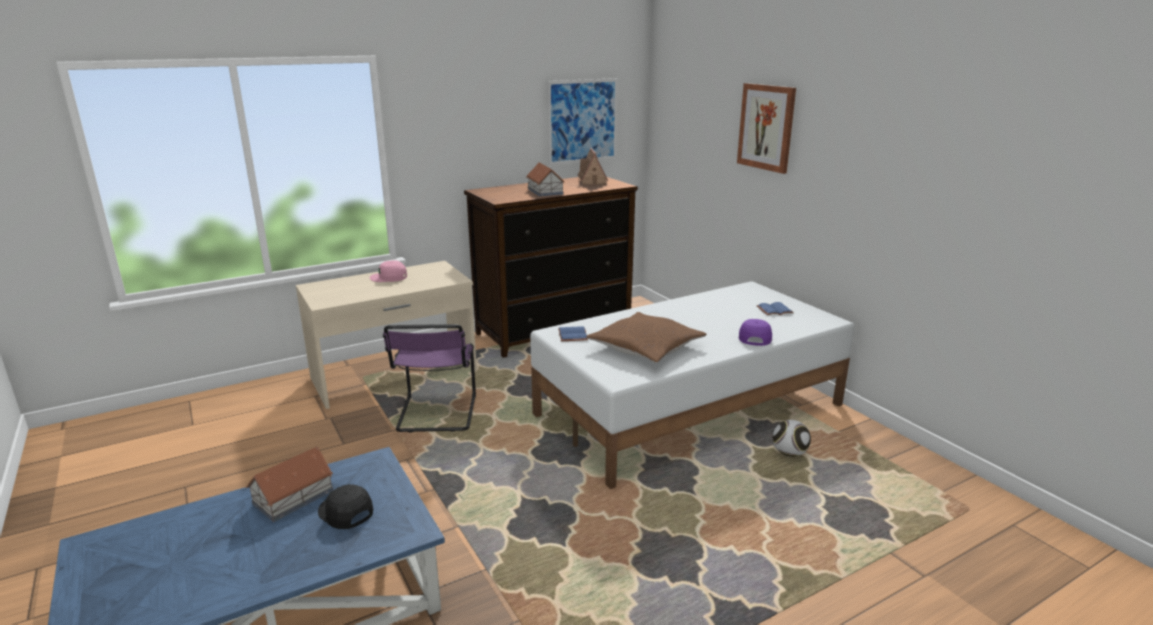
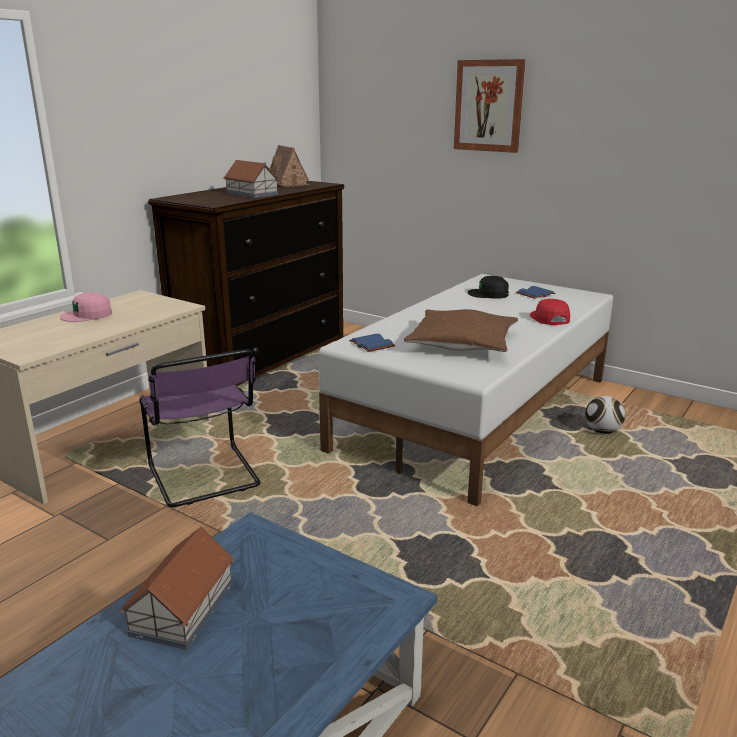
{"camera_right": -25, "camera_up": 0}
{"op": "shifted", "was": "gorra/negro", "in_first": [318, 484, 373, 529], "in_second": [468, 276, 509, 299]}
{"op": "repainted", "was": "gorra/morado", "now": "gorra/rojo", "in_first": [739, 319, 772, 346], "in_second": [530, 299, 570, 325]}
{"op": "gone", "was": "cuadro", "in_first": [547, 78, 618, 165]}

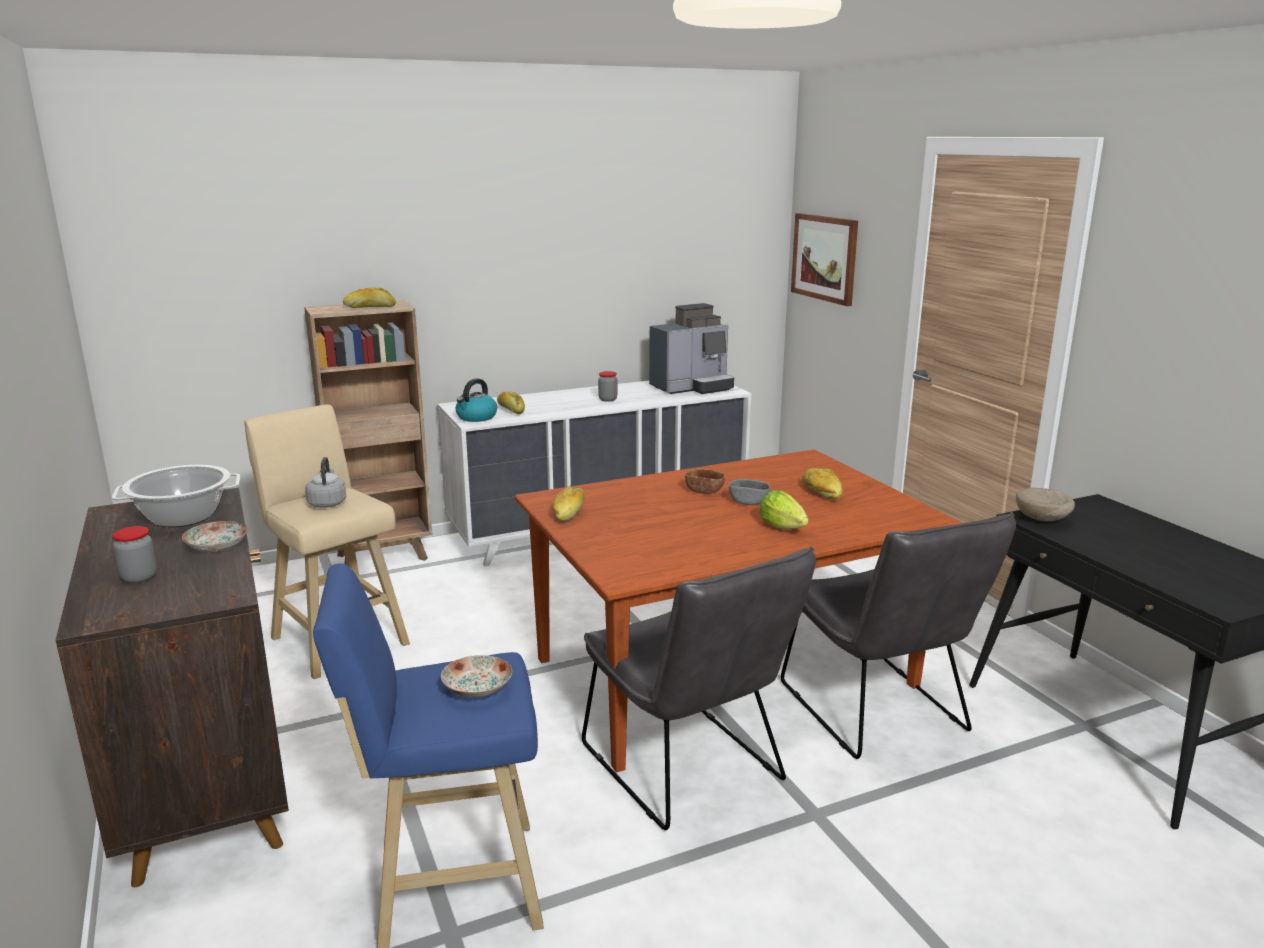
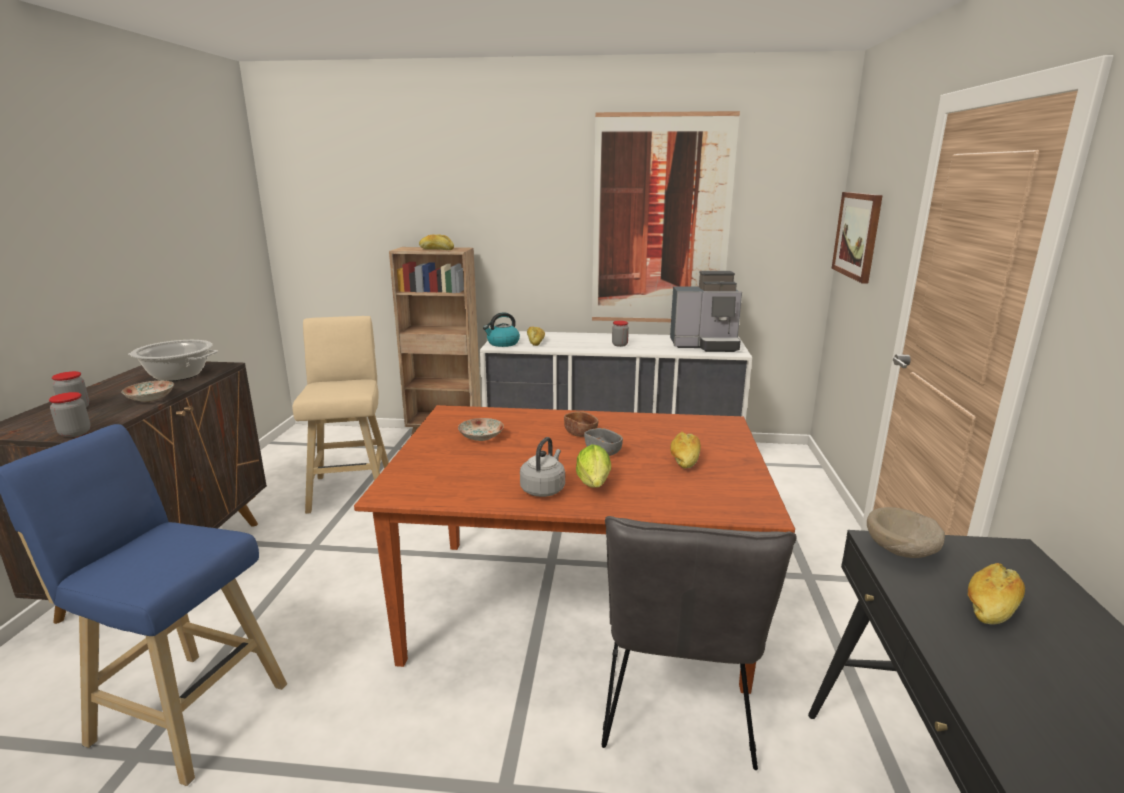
{"camera_right": 30, "camera_up": 0}
{"op": "new", "now": "tarro", "in_second": [49, 392, 91, 437]}
{"op": "shifted", "was": "plato", "in_first": [441, 655, 512, 698], "in_second": [458, 418, 504, 441]}
{"op": "shifted", "was": "hervidor/gris", "in_first": [305, 457, 346, 508], "in_second": [520, 437, 565, 497]}
{"op": "new", "now": "cuadro", "in_second": [592, 111, 740, 322]}
{"op": "shifted", "was": "pan", "in_first": [552, 485, 585, 521], "in_second": [967, 563, 1025, 625]}
{"op": "gone", "was": "silla/gris", "in_first": [582, 546, 816, 830]}

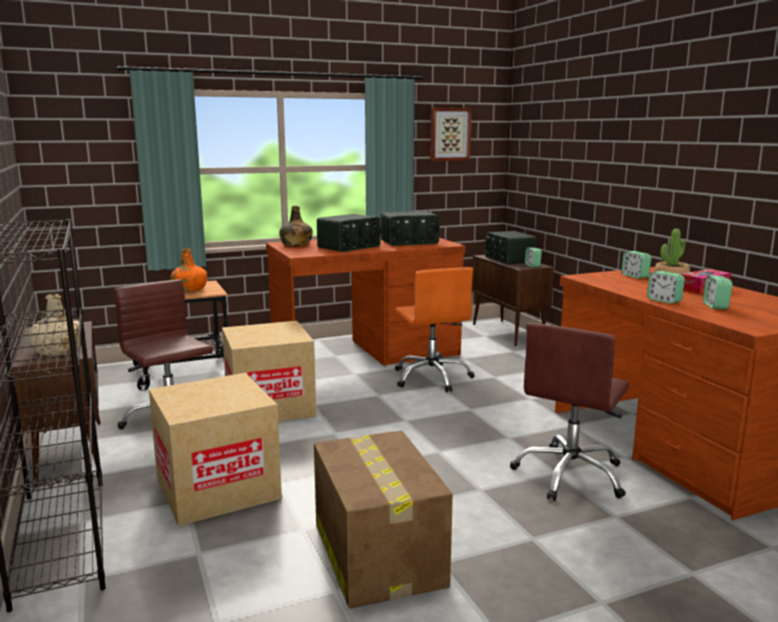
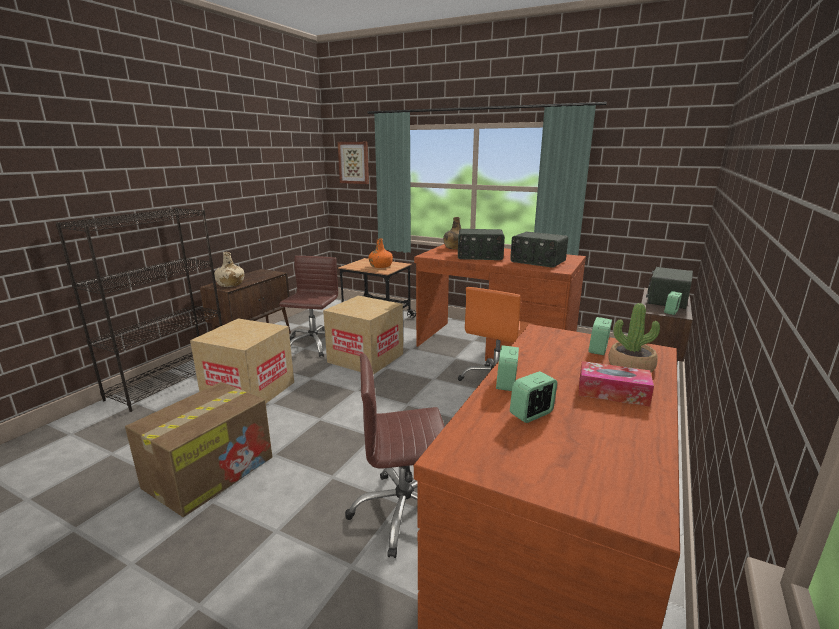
{"camera_right": 50, "camera_up": 5}
{"op": "shifted", "was": "cuadro", "in_first": [430, 107, 472, 161], "in_second": [338, 142, 369, 184]}

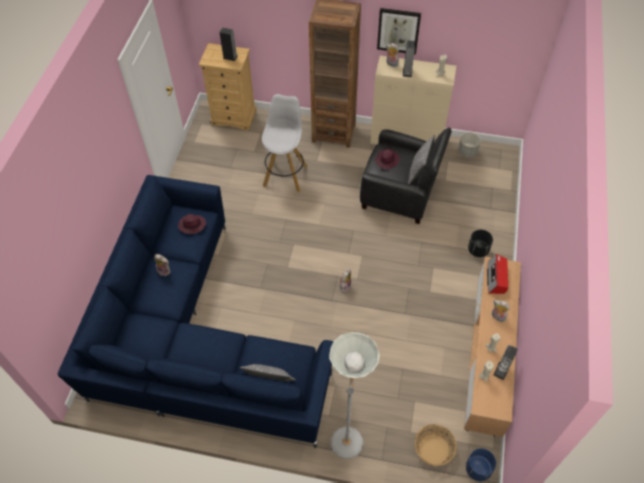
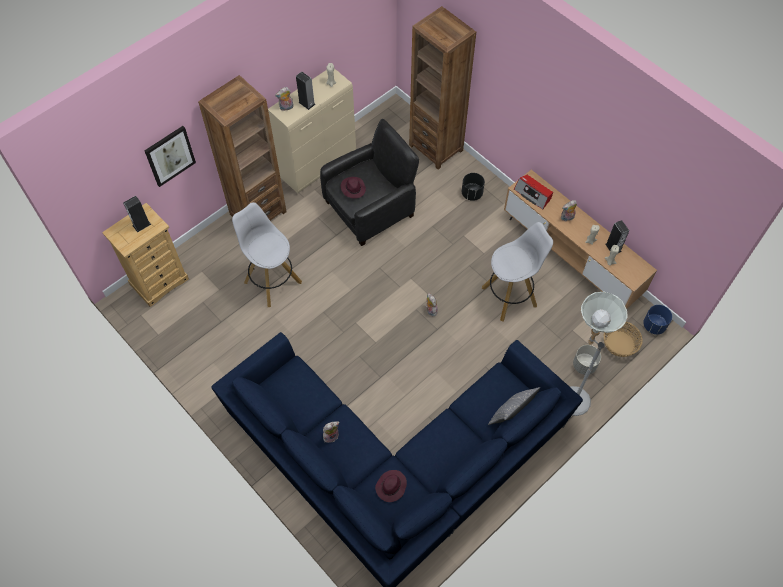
{"camera_right": -55, "camera_up": 5}
{"op": "shifted", "was": "cuadro", "in_first": [377, 8, 421, 54], "in_second": [144, 126, 196, 187]}
{"op": "shifted", "was": "sombrero/morado", "in_first": [178, 214, 206, 234], "in_second": [375, 470, 407, 502]}
{"op": "new", "now": "estantería/marrón", "in_second": [409, 6, 476, 169]}
{"op": "new", "now": "taburete/blanco", "in_second": [482, 222, 553, 322]}
{"op": "shifted", "was": "maceta/gris", "in_first": [458, 132, 481, 158], "in_second": [573, 345, 601, 375]}
{"op": "gone", "was": "cojín/gris", "in_first": [408, 135, 435, 184]}

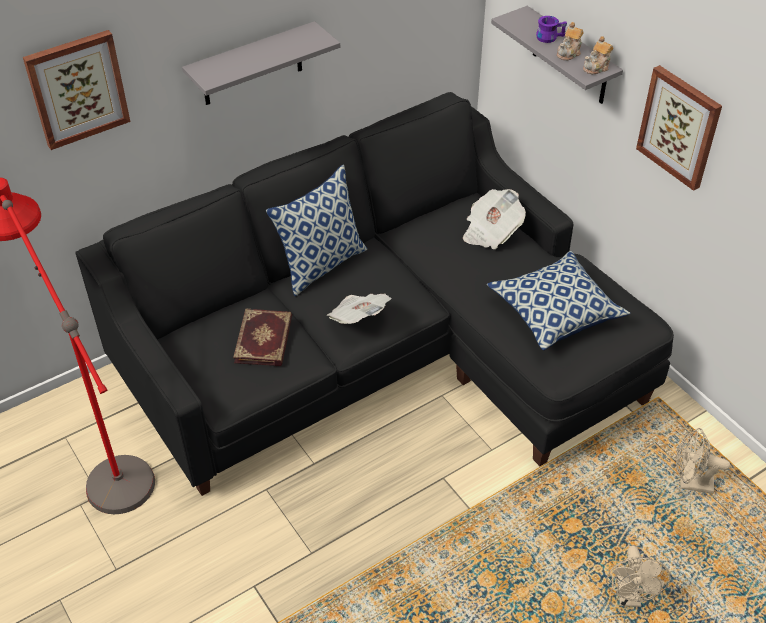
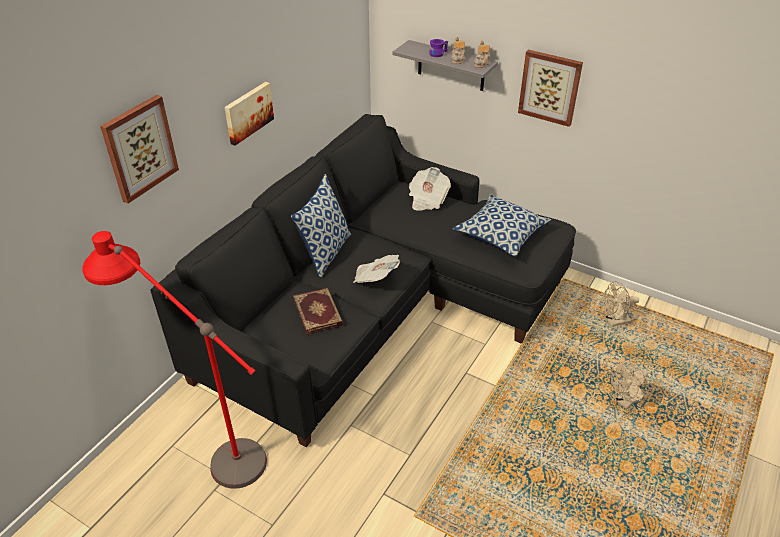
{"camera_right": -25, "camera_up": -5}
{"op": "swapped", "was": "estante/gris", "now": "cuadro", "in_first": [182, 21, 340, 105], "in_second": [224, 82, 274, 146]}
{"op": "rotated", "was": "ventilador/beis", "in_first": [606, 545, 671, 607], "in_second": [611, 361, 649, 409], "clockwise": 75}

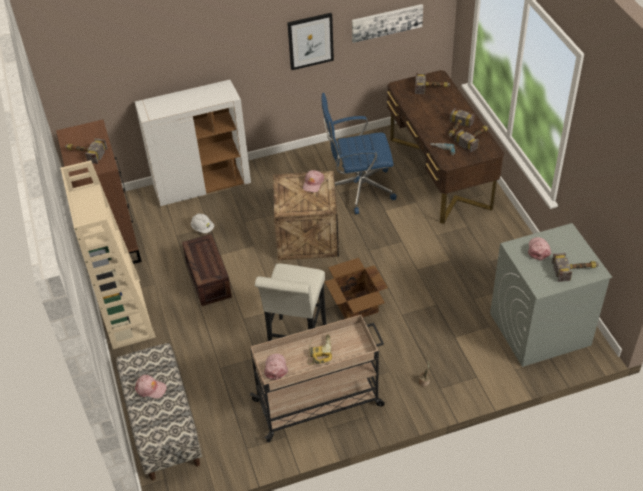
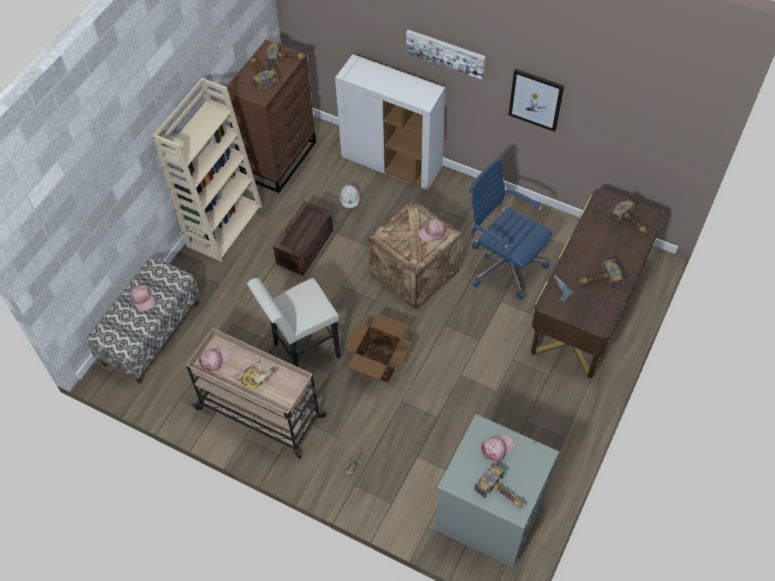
{"camera_right": 45, "camera_up": 10}
{"op": "shifted", "was": "martillo", "in_first": [454, 126, 488, 152], "in_second": [265, 42, 306, 67]}
{"op": "shifted", "was": "cuadro", "in_first": [352, 4, 423, 43], "in_second": [406, 30, 486, 80]}

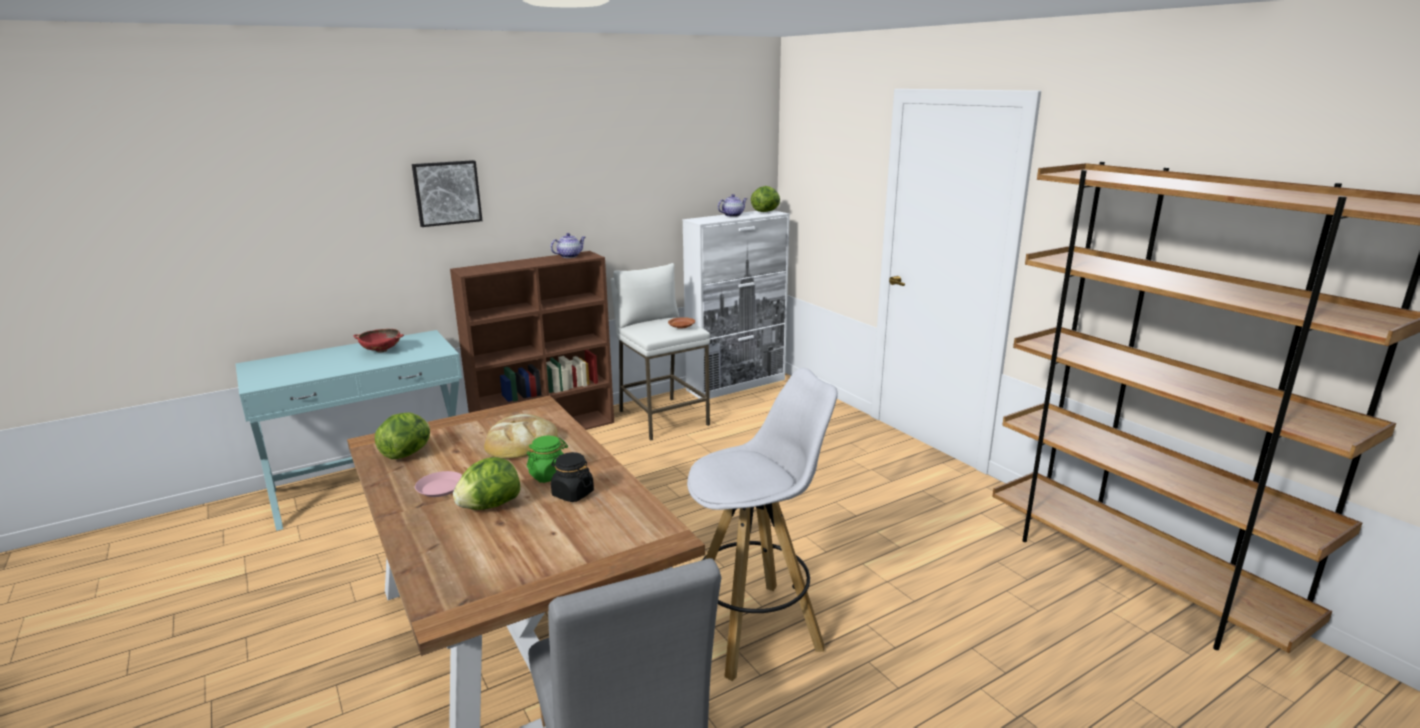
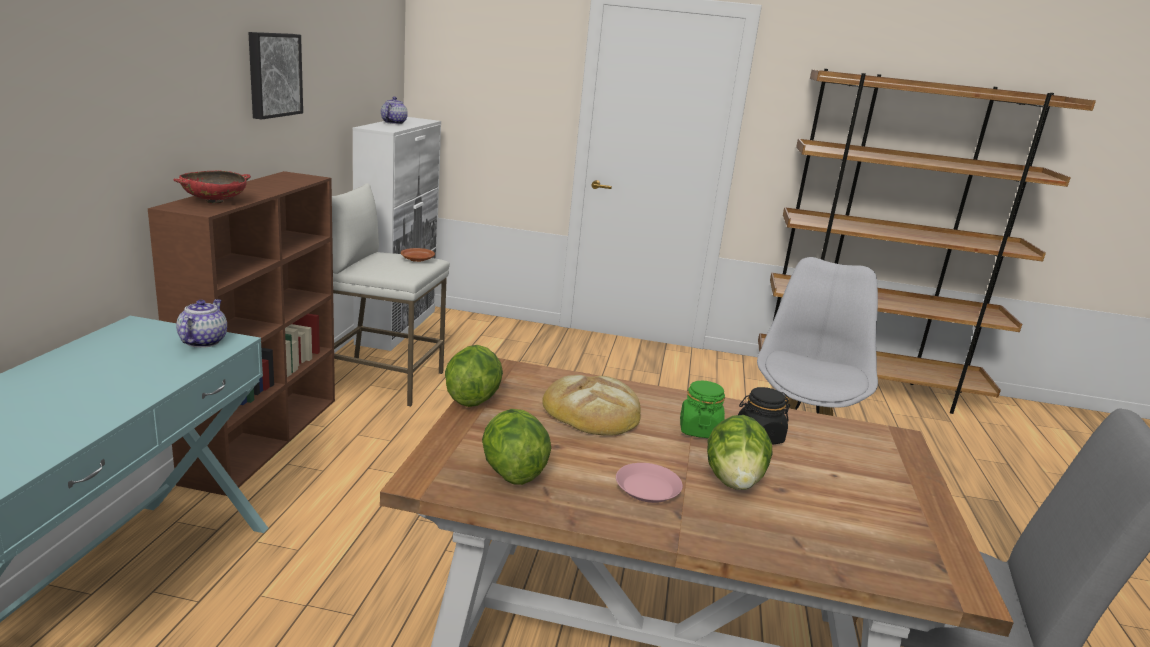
{"camera_right": -50, "camera_up": 0}
{"op": "shifted", "was": "cuenco/rojo", "in_first": [354, 329, 404, 352], "in_second": [174, 170, 251, 204]}
{"op": "shifted", "was": "tetera", "in_first": [551, 233, 585, 258], "in_second": [176, 299, 227, 348]}
{"op": "shifted", "was": "cuadro", "in_first": [412, 160, 482, 227], "in_second": [248, 32, 303, 120]}
{"op": "shifted", "was": "lechuga", "in_first": [751, 186, 780, 212], "in_second": [445, 345, 503, 407]}

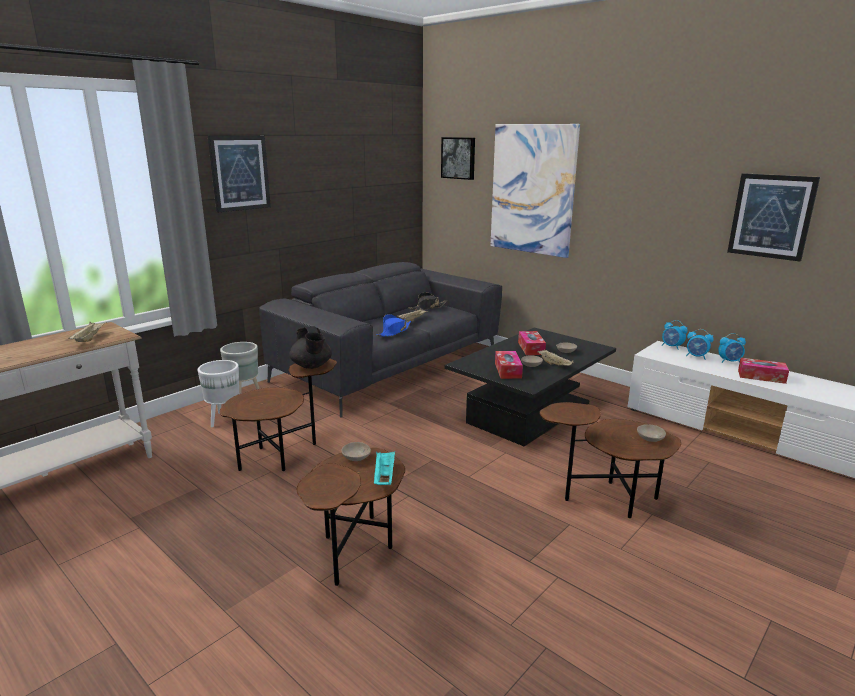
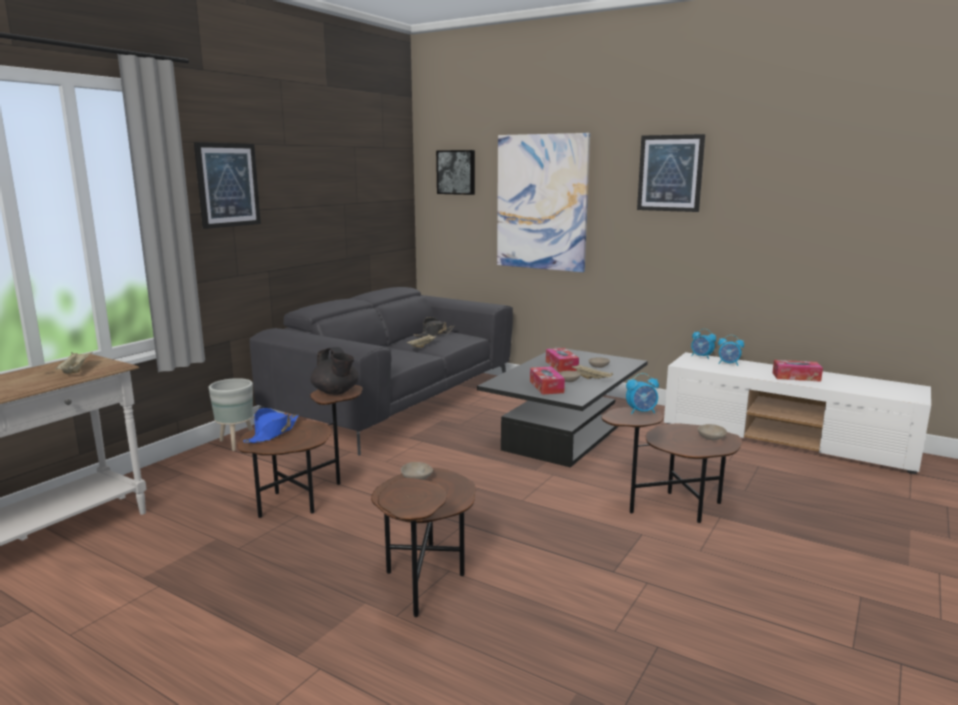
{"camera_right": -10, "camera_up": -5}
{"op": "shifted", "was": "sombrero/azul", "in_first": [377, 314, 411, 337], "in_second": [243, 408, 299, 443]}
{"op": "shifted", "was": "despertador", "in_first": [718, 333, 746, 363], "in_second": [626, 373, 659, 415]}
{"op": "shifted", "was": "cuadro", "in_first": [727, 173, 820, 262], "in_second": [637, 134, 705, 212]}
{"op": "gone", "was": "maceta/blanco", "in_first": [197, 360, 240, 427]}
{"op": "gone", "was": "bandeja/turquesa", "in_first": [374, 451, 395, 485]}

